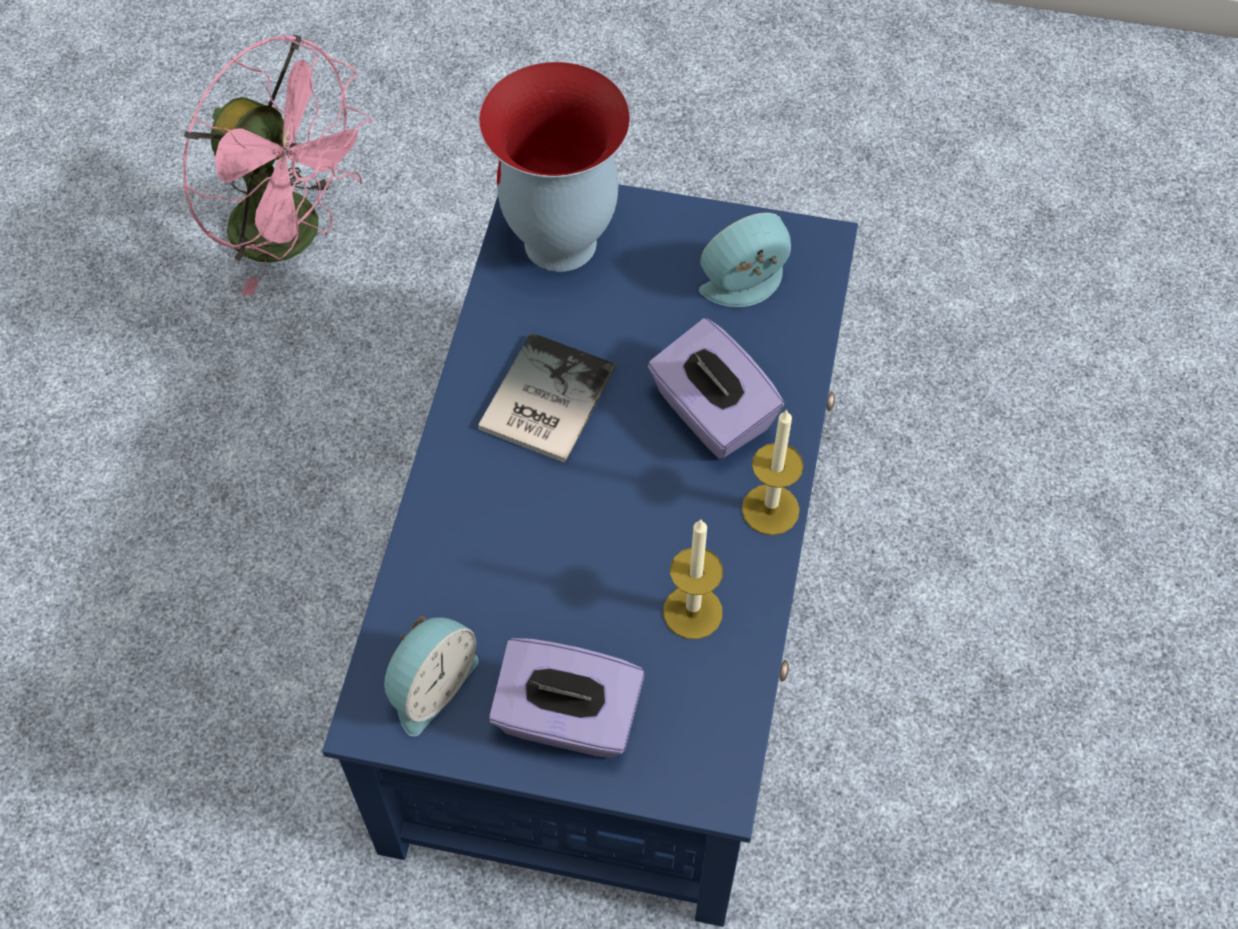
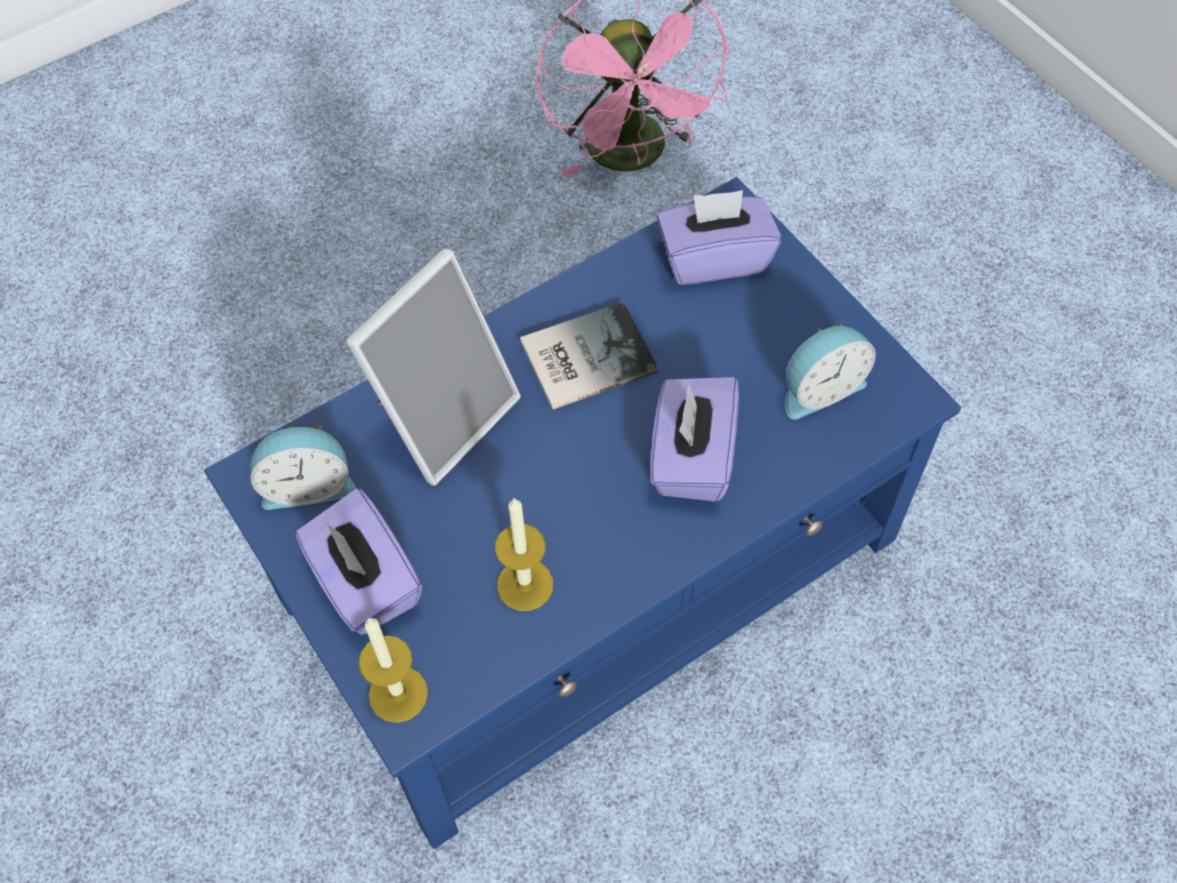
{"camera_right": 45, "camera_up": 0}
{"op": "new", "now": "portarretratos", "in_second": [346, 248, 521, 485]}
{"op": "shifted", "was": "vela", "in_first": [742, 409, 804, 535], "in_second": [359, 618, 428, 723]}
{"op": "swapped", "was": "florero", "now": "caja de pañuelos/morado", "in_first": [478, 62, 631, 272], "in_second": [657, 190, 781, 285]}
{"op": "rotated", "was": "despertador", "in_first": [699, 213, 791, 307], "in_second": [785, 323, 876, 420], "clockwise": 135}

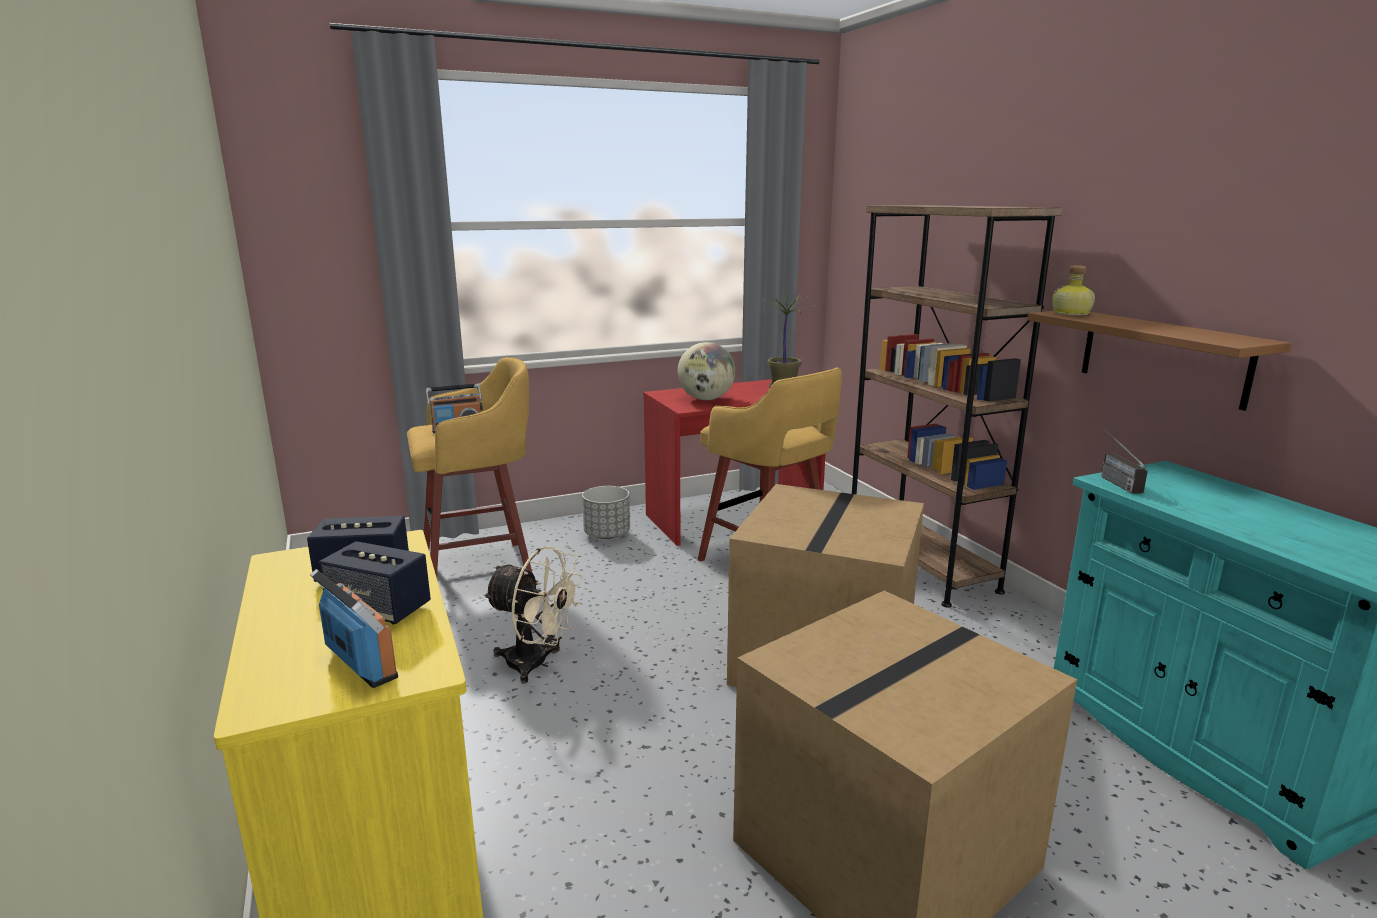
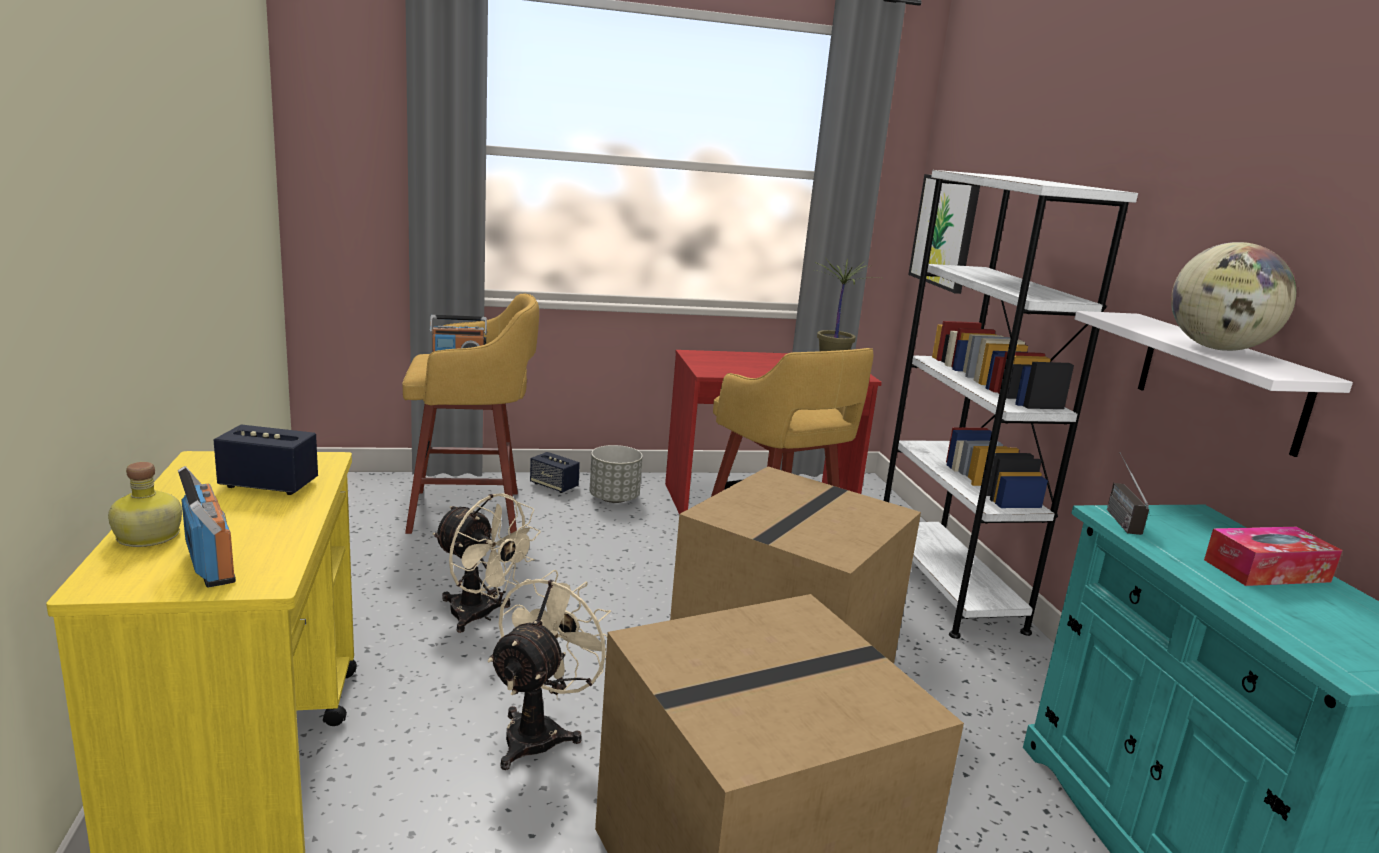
{"camera_right": 10, "camera_up": 0}
{"op": "shifted", "was": "botella", "in_first": [1052, 265, 1095, 315], "in_second": [108, 462, 182, 547]}
{"op": "new", "now": "ventilador/beis", "in_second": [488, 570, 611, 770]}
{"op": "shifted", "was": "altavoz", "in_first": [318, 541, 431, 624], "in_second": [530, 452, 580, 493]}
{"op": "repainted", "was": "estantería/marrón", "now": "estantería/blanco", "in_first": [852, 205, 1062, 608], "in_second": [884, 170, 1138, 639]}
{"op": "new", "now": "cuadro", "in_second": [908, 174, 980, 294]}
{"op": "repainted", "was": "estante/marrón", "now": "estante/blanco", "in_first": [1027, 311, 1292, 411], "in_second": [1075, 311, 1353, 457]}
{"op": "shifted", "was": "globo terráqueo", "in_first": [678, 342, 735, 400], "in_second": [1171, 242, 1296, 351]}
{"op": "new", "now": "caja de pañuelos", "in_second": [1204, 527, 1342, 586]}

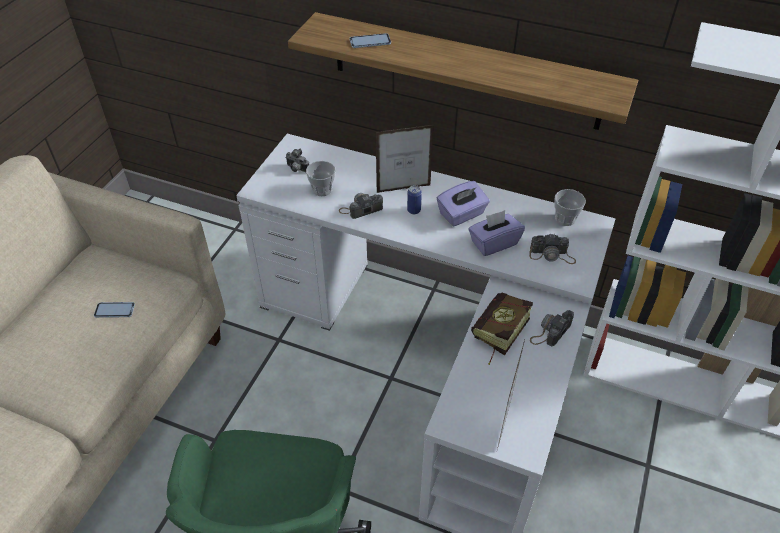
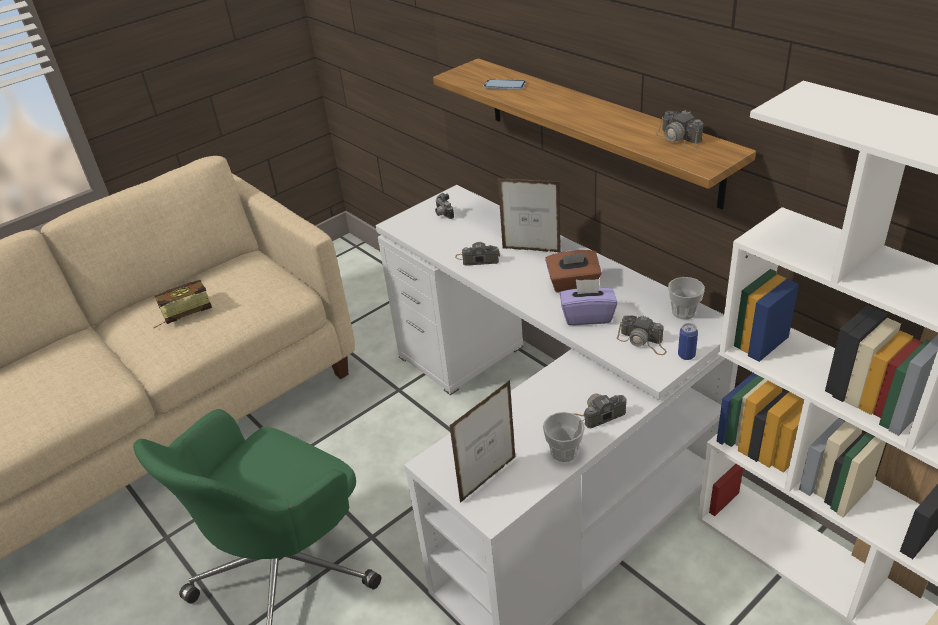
{"camera_right": 30, "camera_up": -10}
{"op": "shifted", "was": "libro", "in_first": [471, 293, 533, 365], "in_second": [154, 280, 212, 328]}
{"op": "shifted", "was": "taza", "in_first": [306, 161, 335, 196], "in_second": [543, 412, 585, 462]}
{"op": "repainted", "was": "caja de pañuelos/morado", "now": "caja de pañuelos/marrón", "in_first": [437, 181, 490, 226], "in_second": [545, 250, 602, 292]}
{"op": "new", "now": "cámara", "in_second": [655, 110, 703, 152]}
{"op": "shifted", "was": "lata", "in_first": [407, 185, 422, 214], "in_second": [678, 323, 698, 360]}
{"op": "gone", "was": "móvil", "in_first": [94, 302, 135, 318]}

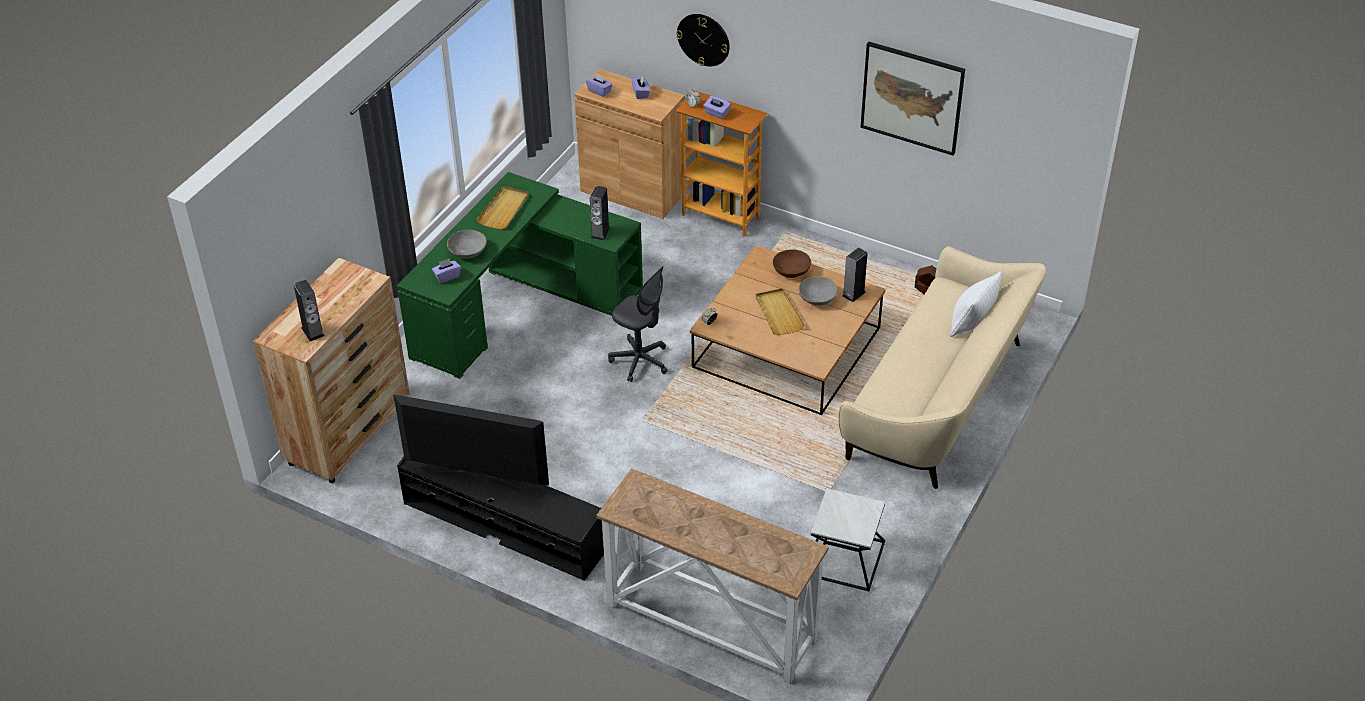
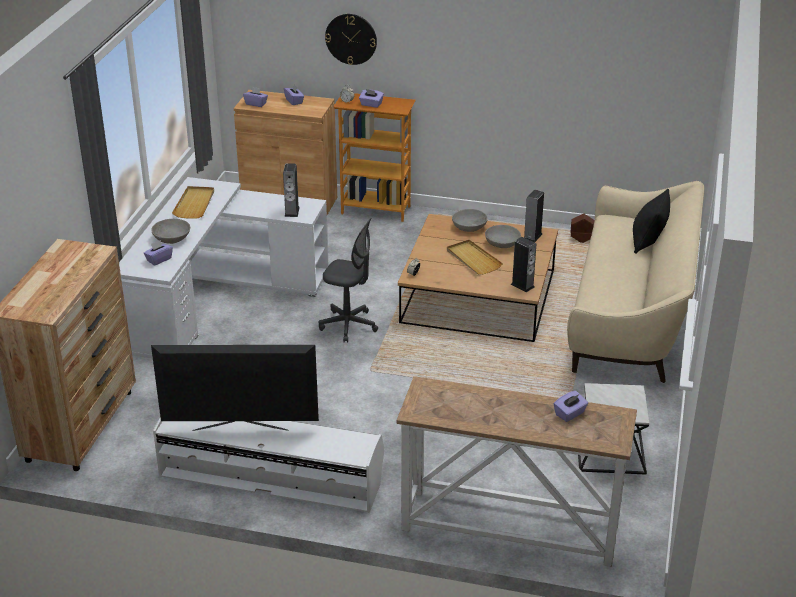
{"camera_right": -15, "camera_up": -10}
{"op": "repainted", "was": "escritorio/verde", "now": "escritorio/blanco", "in_first": [397, 172, 643, 379], "in_second": [119, 177, 329, 359]}
{"op": "repainted", "was": "mueble de televisión/negro", "now": "mueble de televisión/blanco", "in_first": [397, 457, 604, 581], "in_second": [153, 417, 384, 513]}
{"op": "repainted", "was": "cuenco/marrón", "now": "cuenco/gris", "in_first": [773, 249, 811, 278], "in_second": [452, 209, 488, 232]}
{"op": "shifted", "was": "altavoz", "in_first": [293, 280, 325, 341], "in_second": [511, 237, 536, 292]}
{"op": "new", "now": "caja de pañuelos/morado", "in_second": [554, 391, 588, 422]}
{"op": "repainted", "was": "cojín/blanco", "now": "cojín/negro", "in_first": [950, 271, 1002, 337], "in_second": [633, 189, 670, 254]}
{"op": "gone", "was": "cuadro", "in_first": [861, 42, 965, 156]}

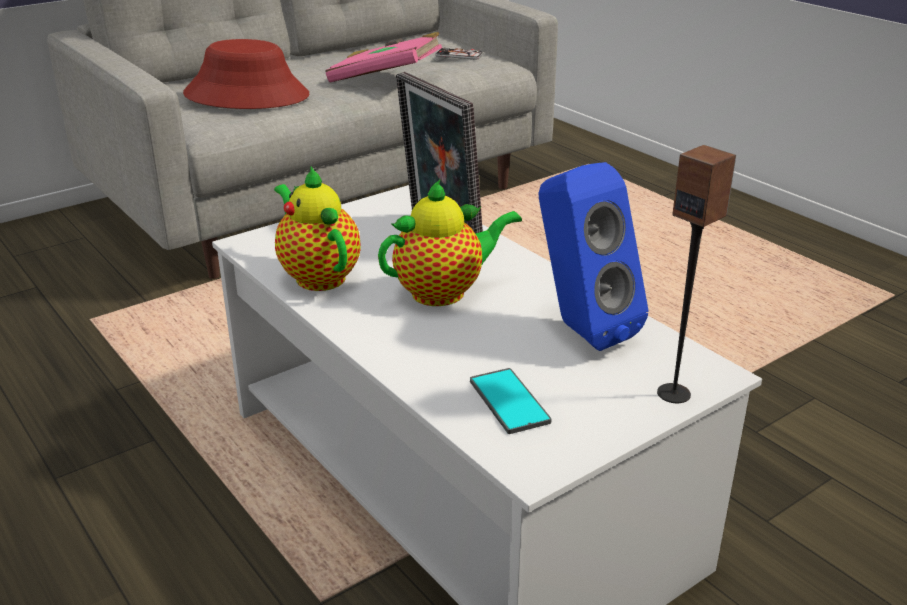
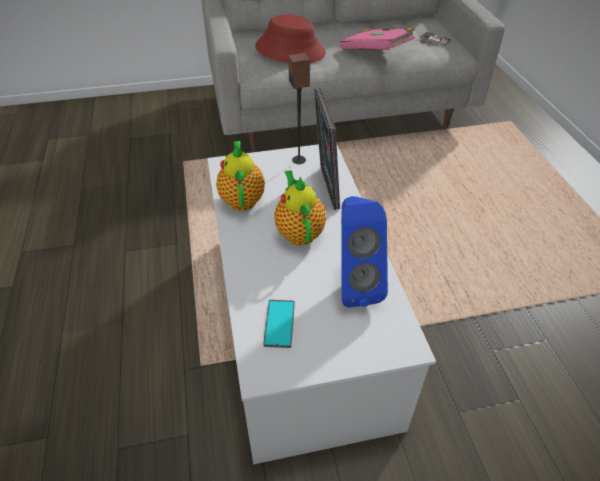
{"camera_right": 25, "camera_up": 15}
{"op": "rotated", "was": "tetera", "in_first": [378, 179, 522, 306], "in_second": [274, 170, 326, 246], "clockwise": -105}
{"op": "shifted", "was": "altavoz", "in_first": [657, 145, 736, 403], "in_second": [288, 53, 310, 164]}

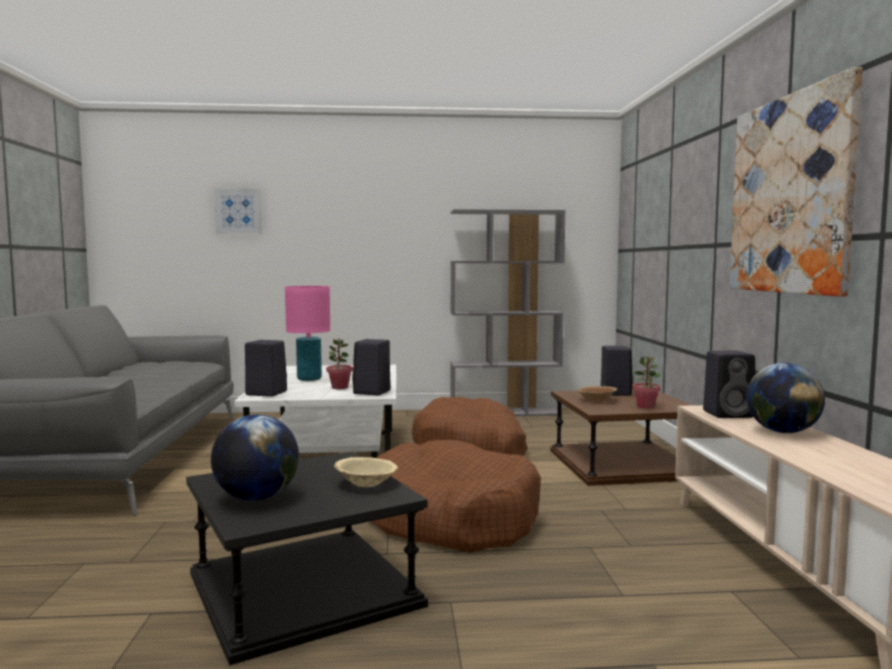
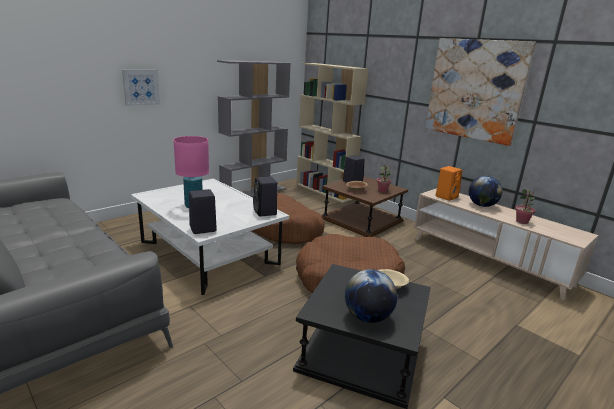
{"camera_right": -40, "camera_up": 15}
{"op": "shifted", "was": "cuadro", "in_first": [214, 188, 262, 234], "in_second": [122, 69, 160, 106]}
{"op": "new", "now": "estantería/beis", "in_second": [296, 63, 368, 203]}
{"op": "repainted", "was": "altavoz/negro", "now": "altavoz/naranja", "in_first": [703, 350, 755, 418], "in_second": [435, 166, 462, 201]}
{"op": "shifted", "was": "planta en maceta", "in_first": [326, 338, 353, 389], "in_second": [515, 189, 535, 224]}

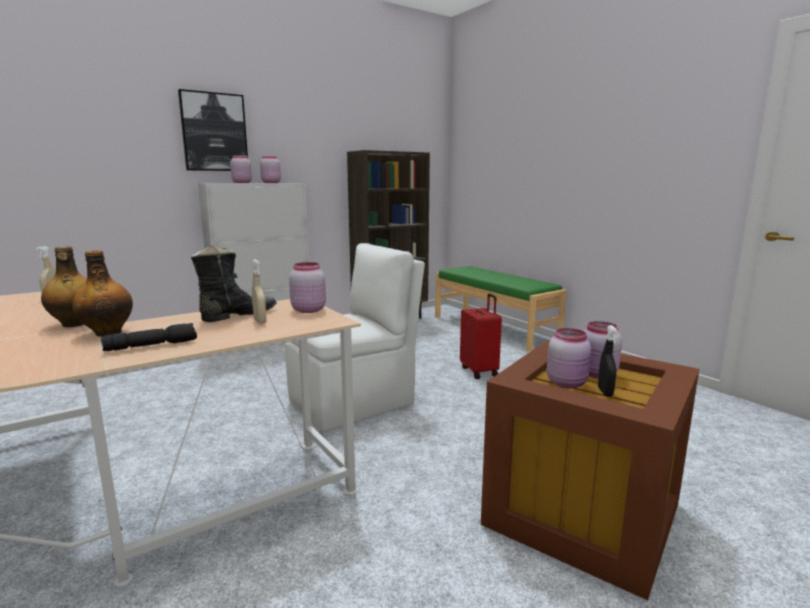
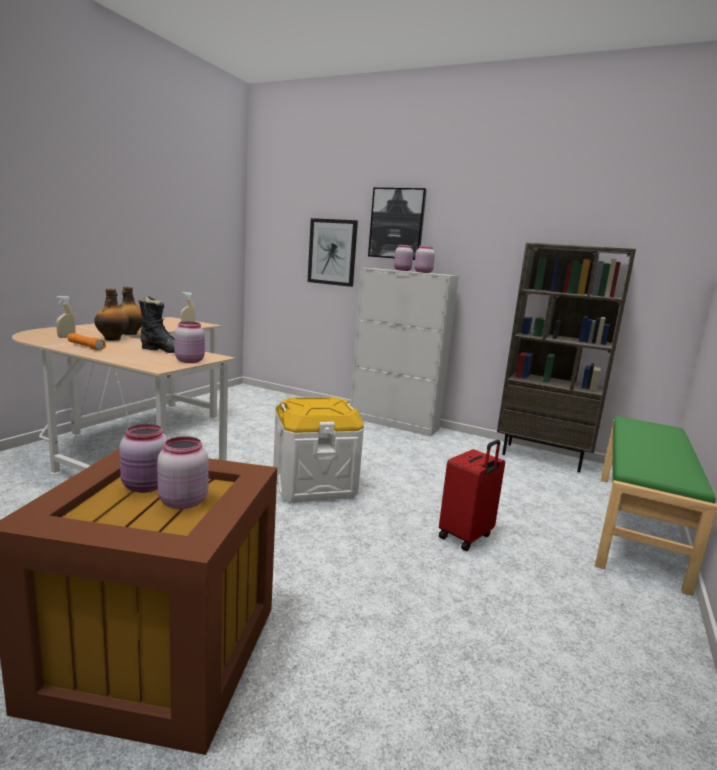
{"camera_right": 60, "camera_up": 0}
{"op": "shifted", "was": "pulverizador/beis", "in_first": [252, 260, 266, 324], "in_second": [56, 296, 76, 338]}
{"op": "repainted", "was": "linterna/negro", "now": "linterna/naranja", "in_first": [101, 323, 197, 351], "in_second": [68, 333, 106, 350]}
{"op": "swapped", "was": "silla/blanco", "now": "caja de almacenaje/blanco", "in_first": [285, 243, 425, 432], "in_second": [273, 397, 364, 502]}
{"op": "new", "now": "cuadro", "in_second": [308, 218, 358, 287]}
{"op": "gone", "was": "pulverizador/negro", "in_first": [598, 325, 618, 396]}

